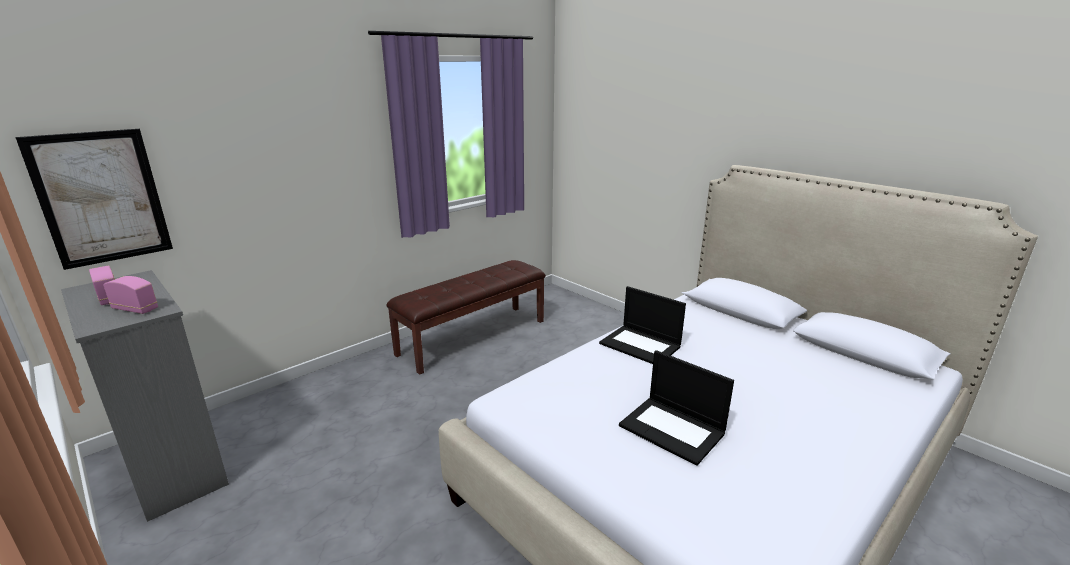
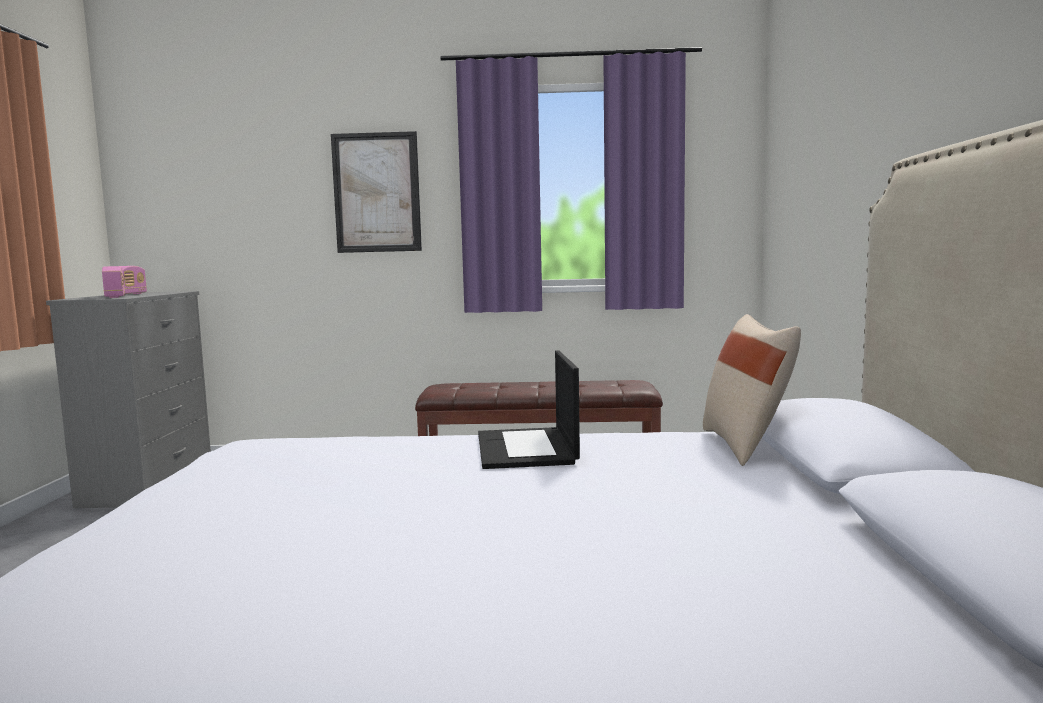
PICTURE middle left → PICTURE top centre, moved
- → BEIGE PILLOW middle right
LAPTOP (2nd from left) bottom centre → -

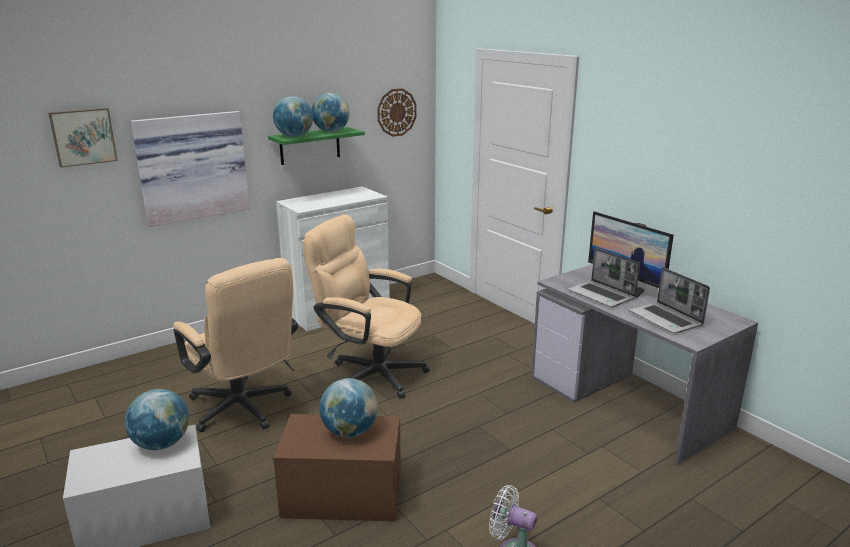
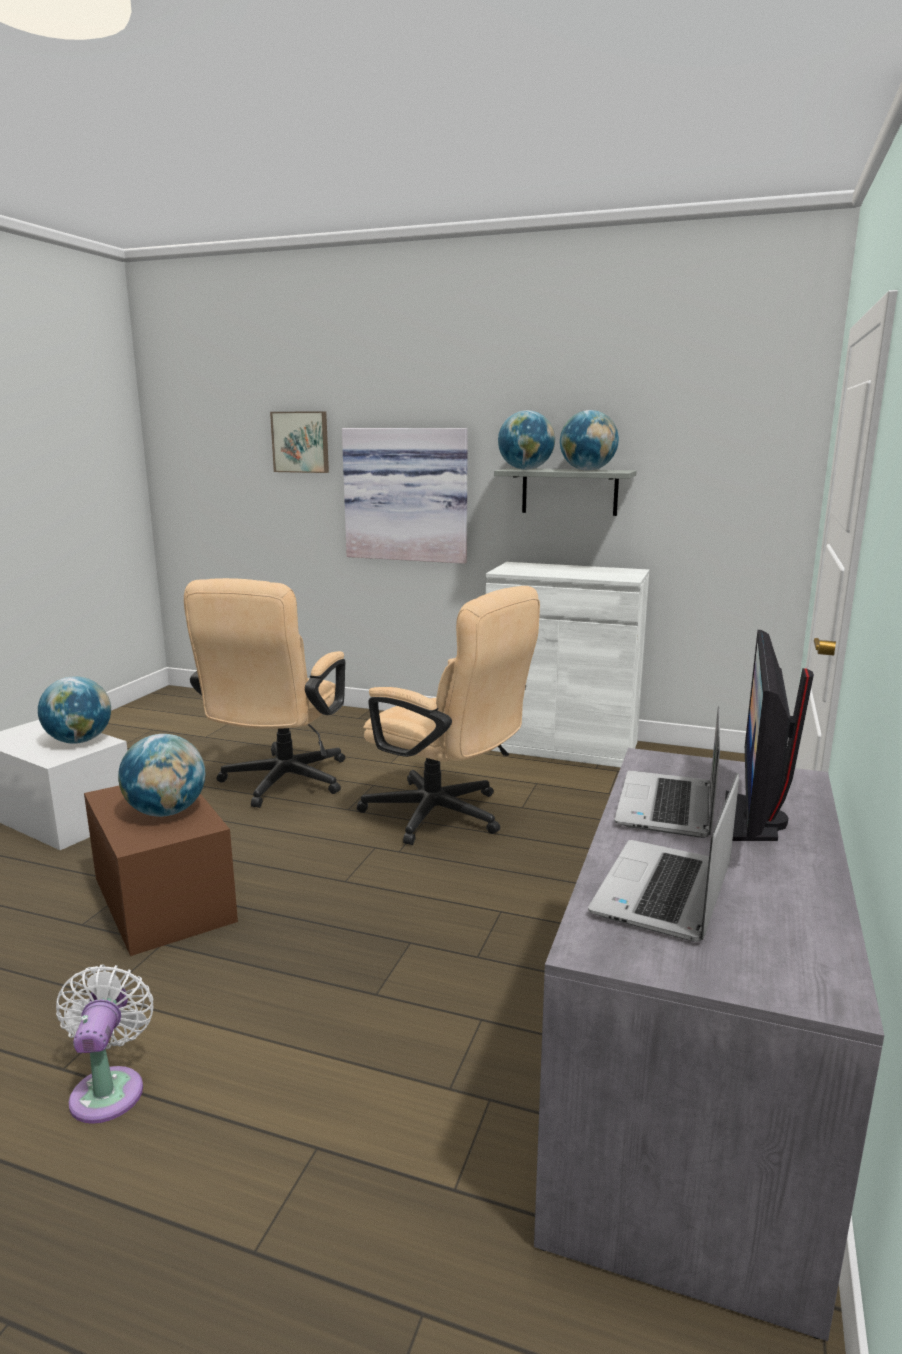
BEIGE OFFICE CHAIR (2nd from left) centre, 135 degrees clockwise
GREEN SHELF top centre → GREY SHELF centre
WALL CLOCK top centre → -

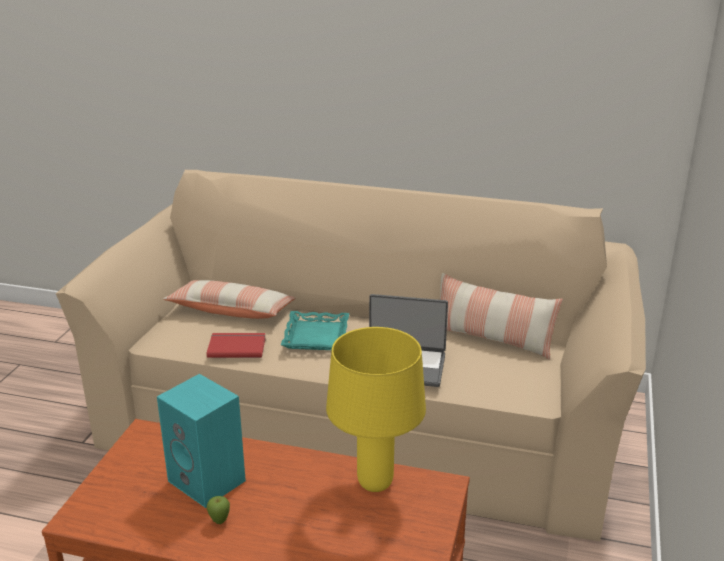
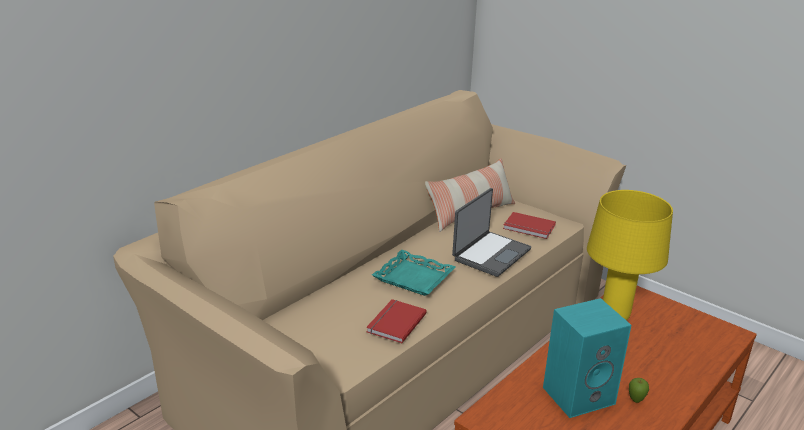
- → RED BOOK (2nd from left) centre
PILLOW (1st from left) middle left → -

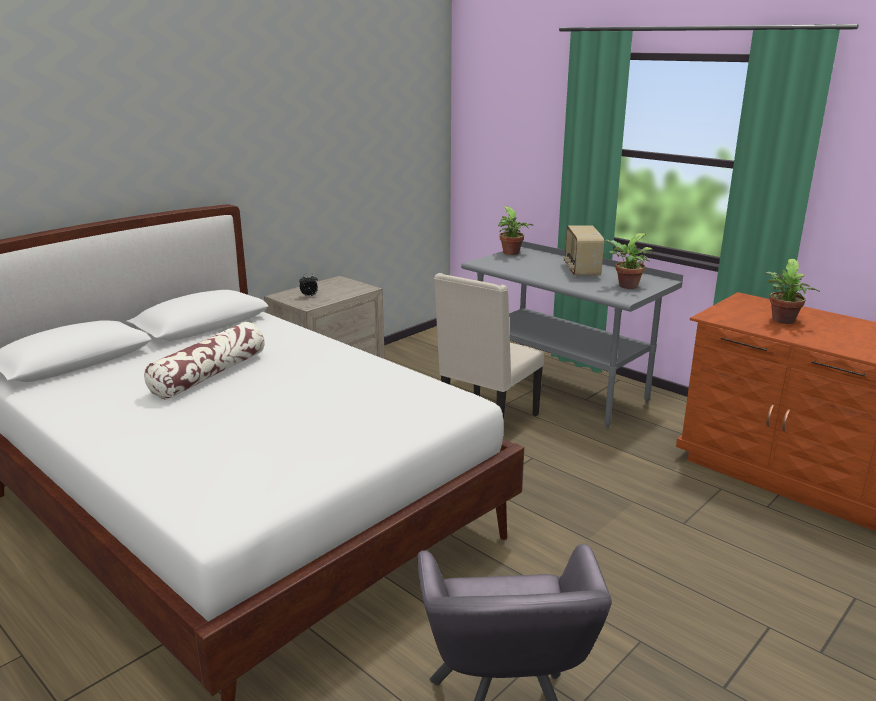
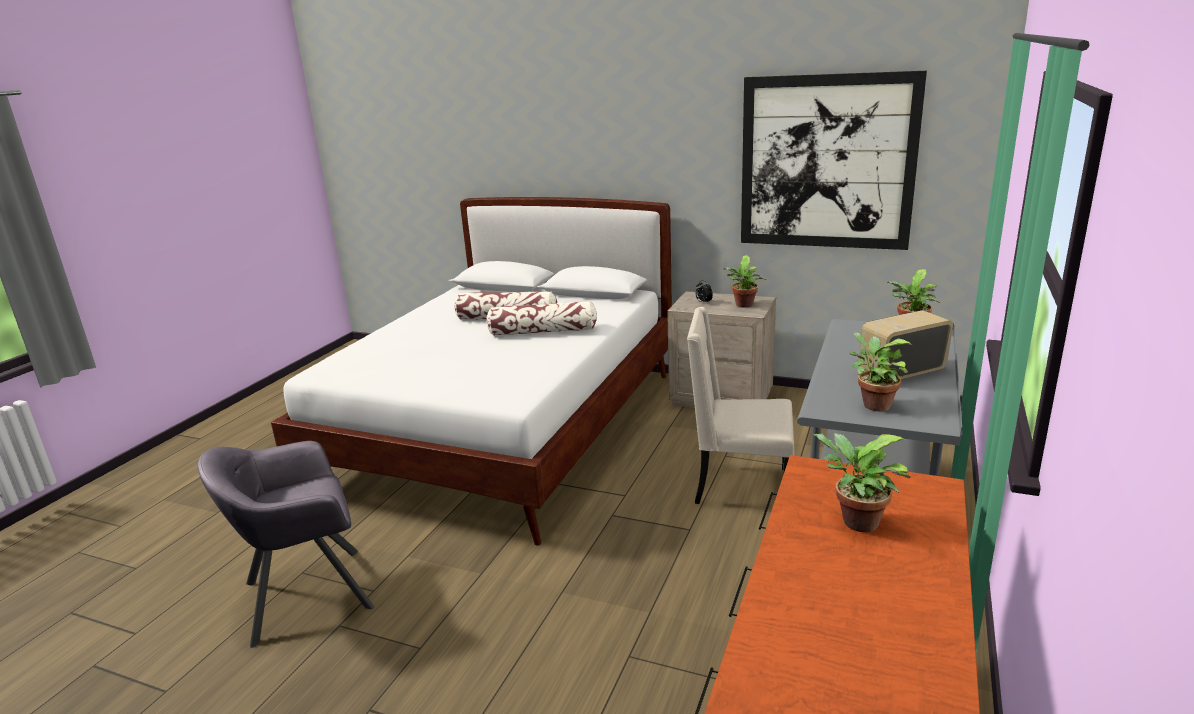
- → PILLOW (2nd from left) centre
- → POTTED PLANT (1st from left) centre
- → PICTURE top right

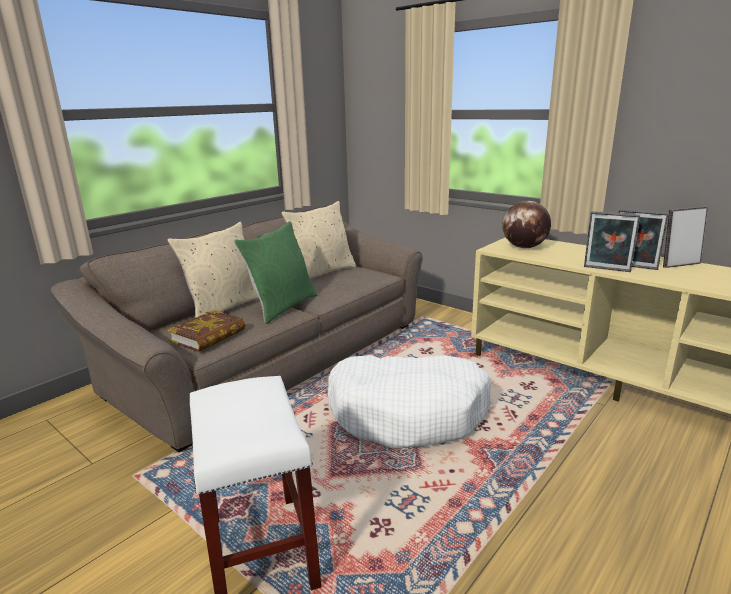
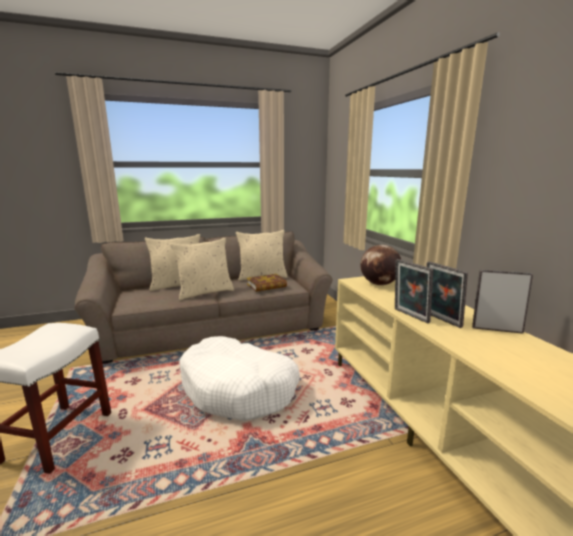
GREEN PILLOW centre → BEIGE PILLOW (2nd from left) centre
BOOK middle left → BOOK centre, moved

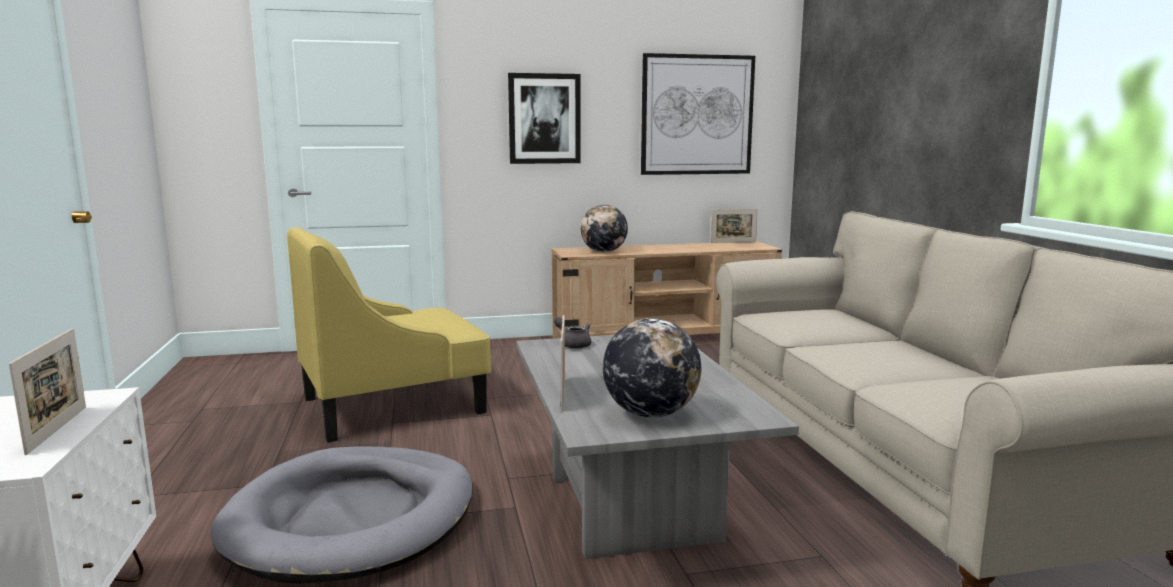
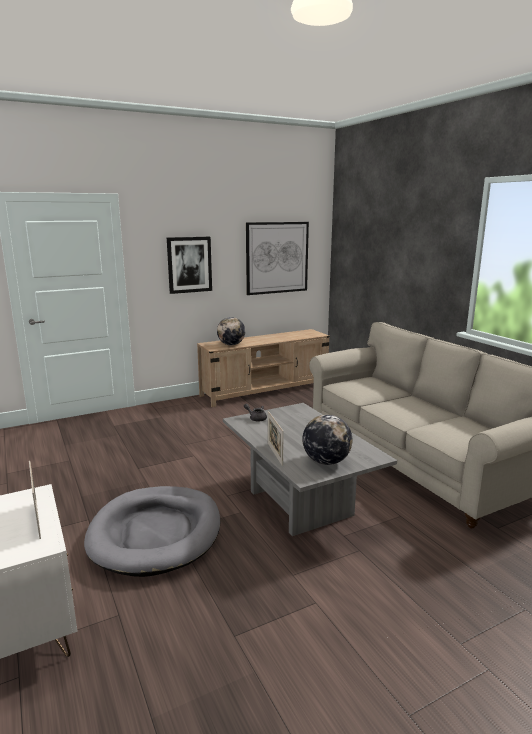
YELLOW ARMCHAIR middle left → -
PICTURE FRAME (3rd from left) centre → -

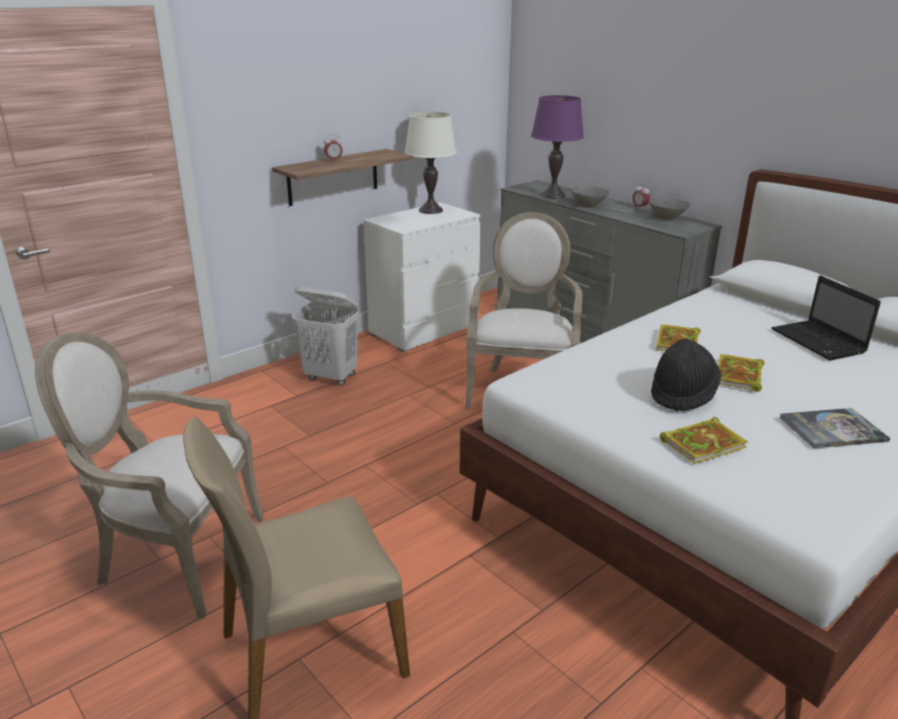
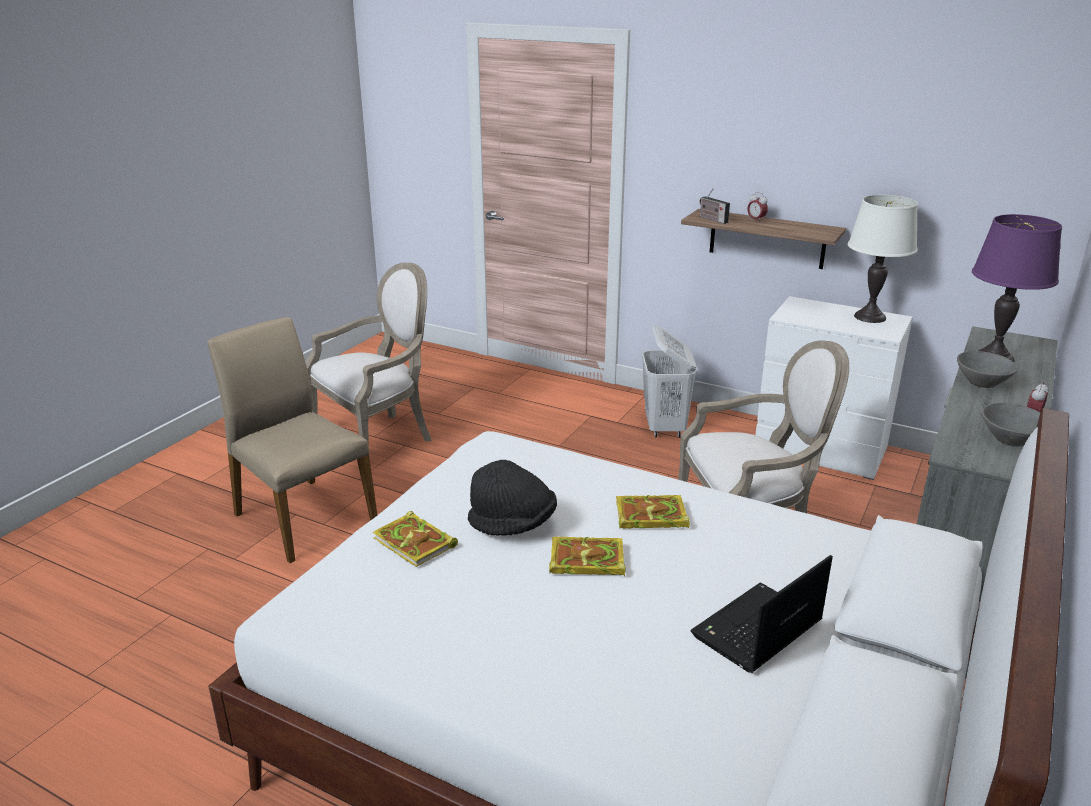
ARMCHAIR (1st from left) middle left → ARMCHAIR (1st from left) centre, 60 degrees clockwise
- → RADIO top centre
BOOK (4th from left) middle right → -

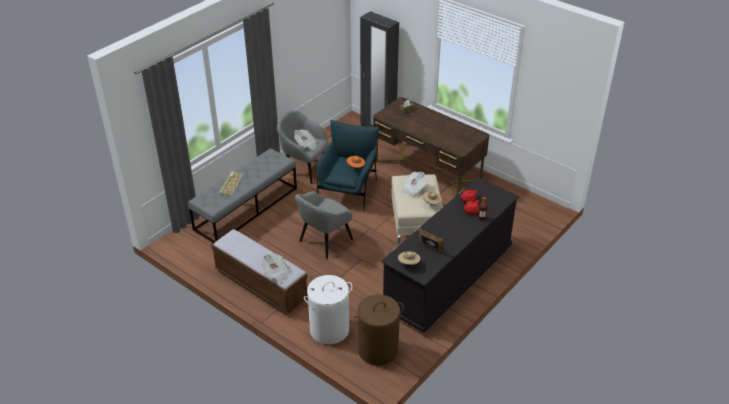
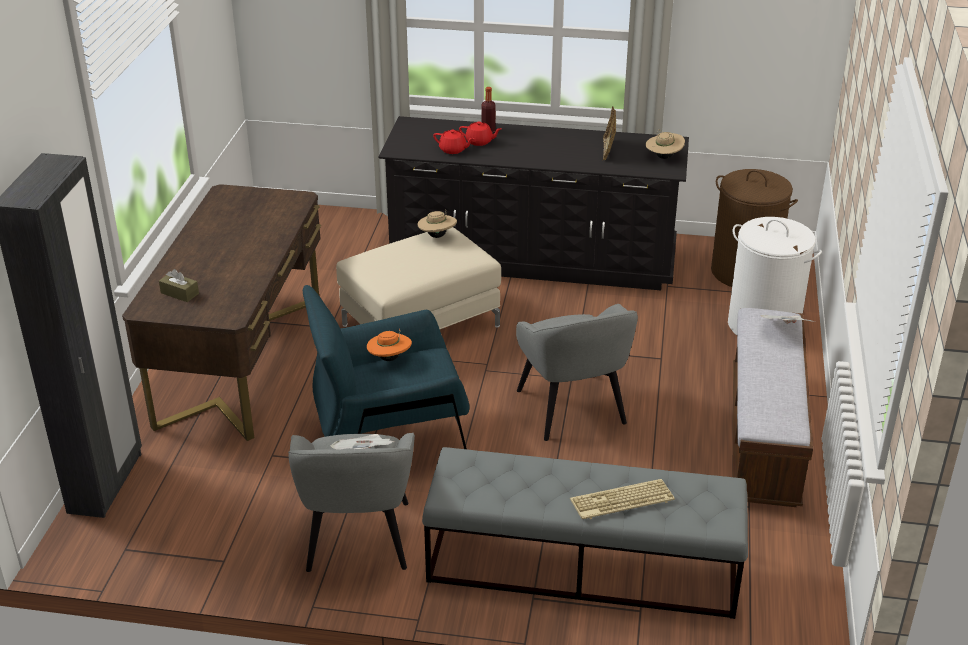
GREY ARMCHAIR (2nd from left) centre, 60 degrees clockwise
NEWSPAPER (3rd from left) centre → -

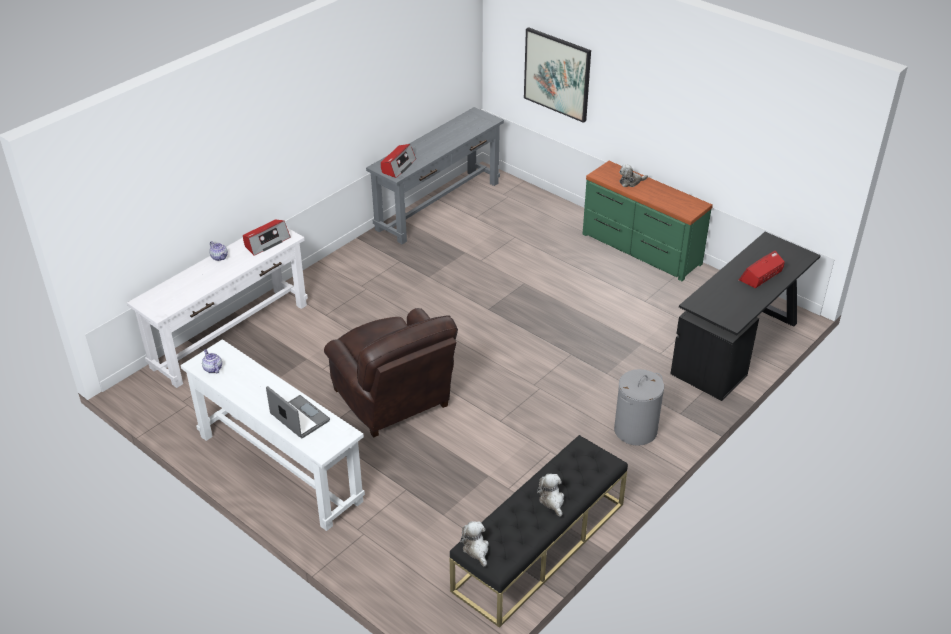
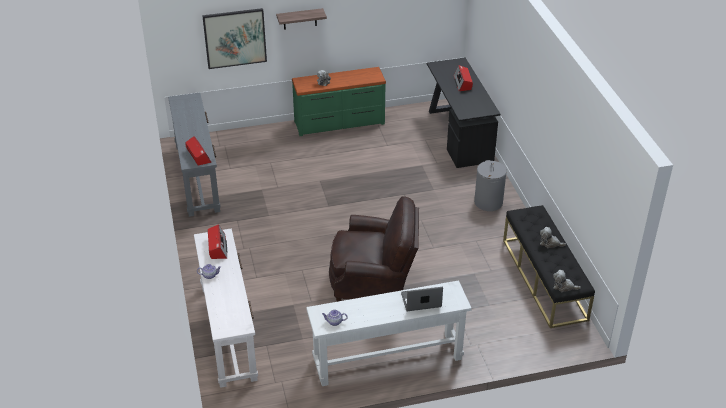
- → SHELF top centre

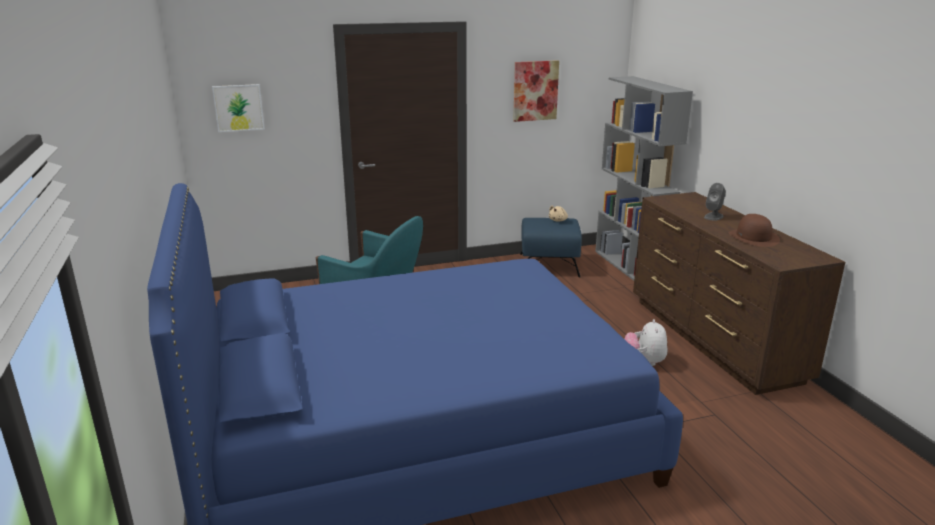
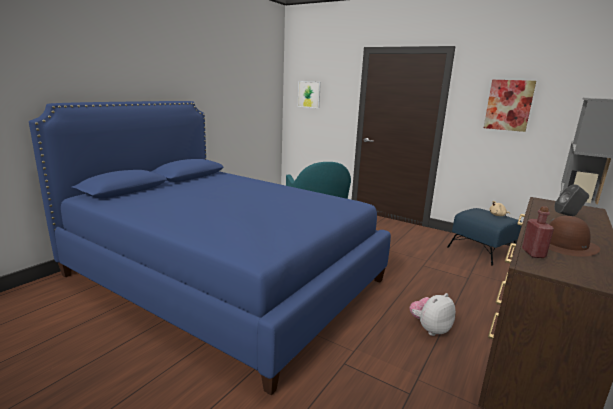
- → RED BOTTLE middle right

